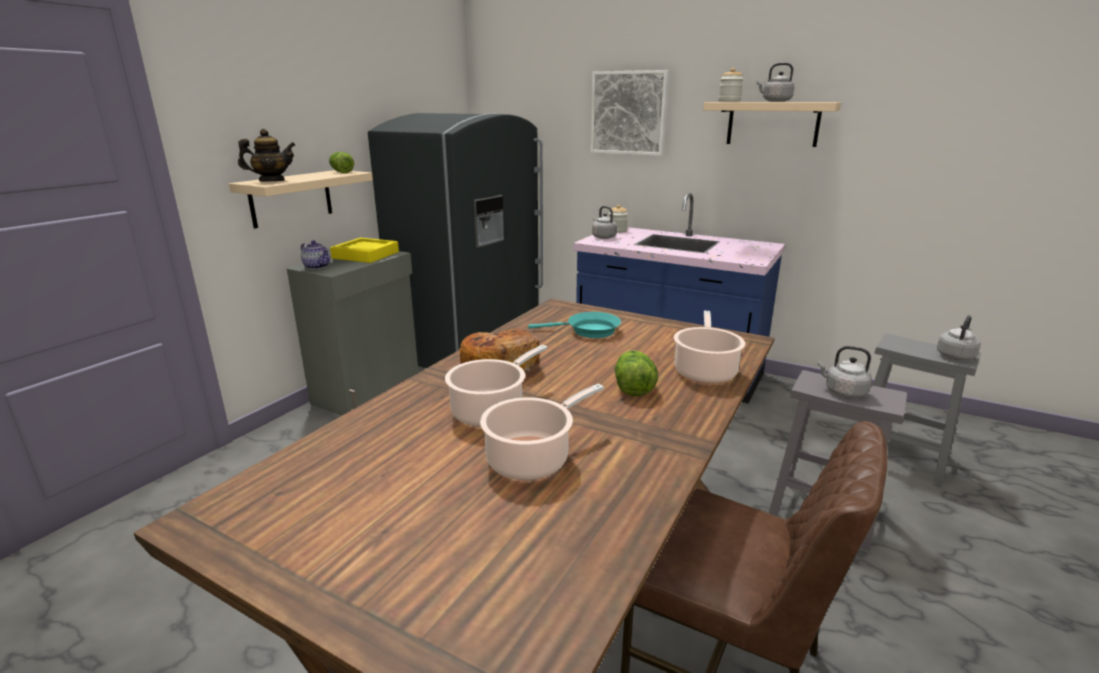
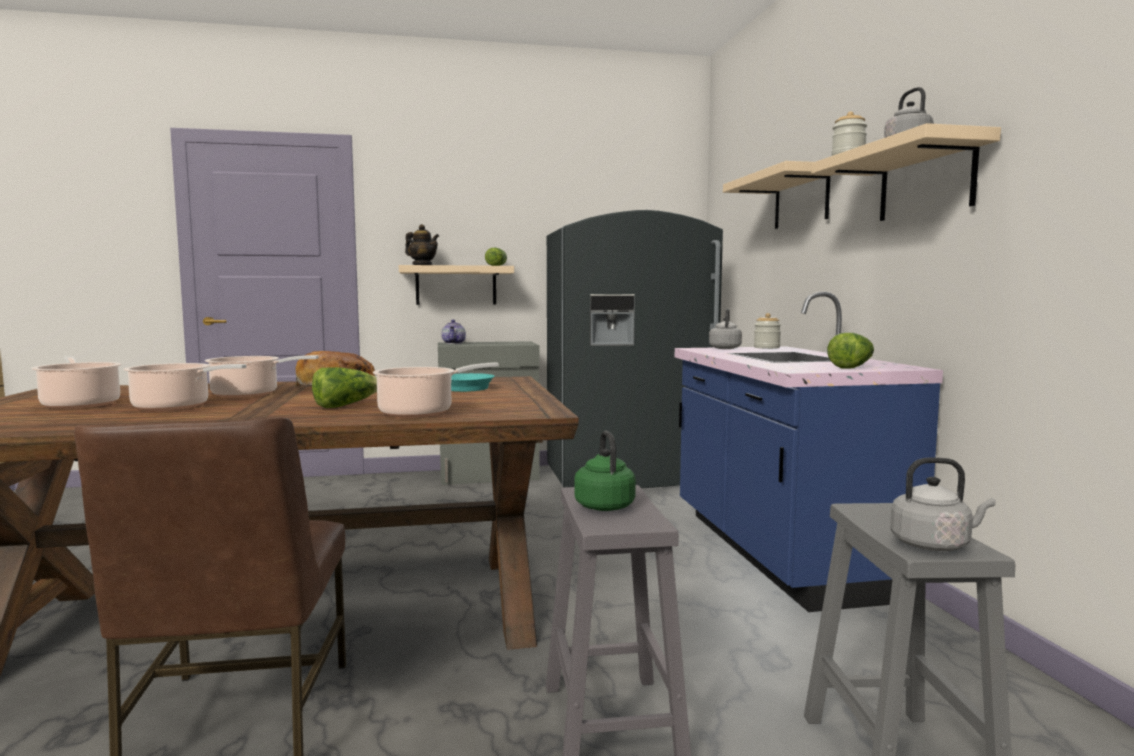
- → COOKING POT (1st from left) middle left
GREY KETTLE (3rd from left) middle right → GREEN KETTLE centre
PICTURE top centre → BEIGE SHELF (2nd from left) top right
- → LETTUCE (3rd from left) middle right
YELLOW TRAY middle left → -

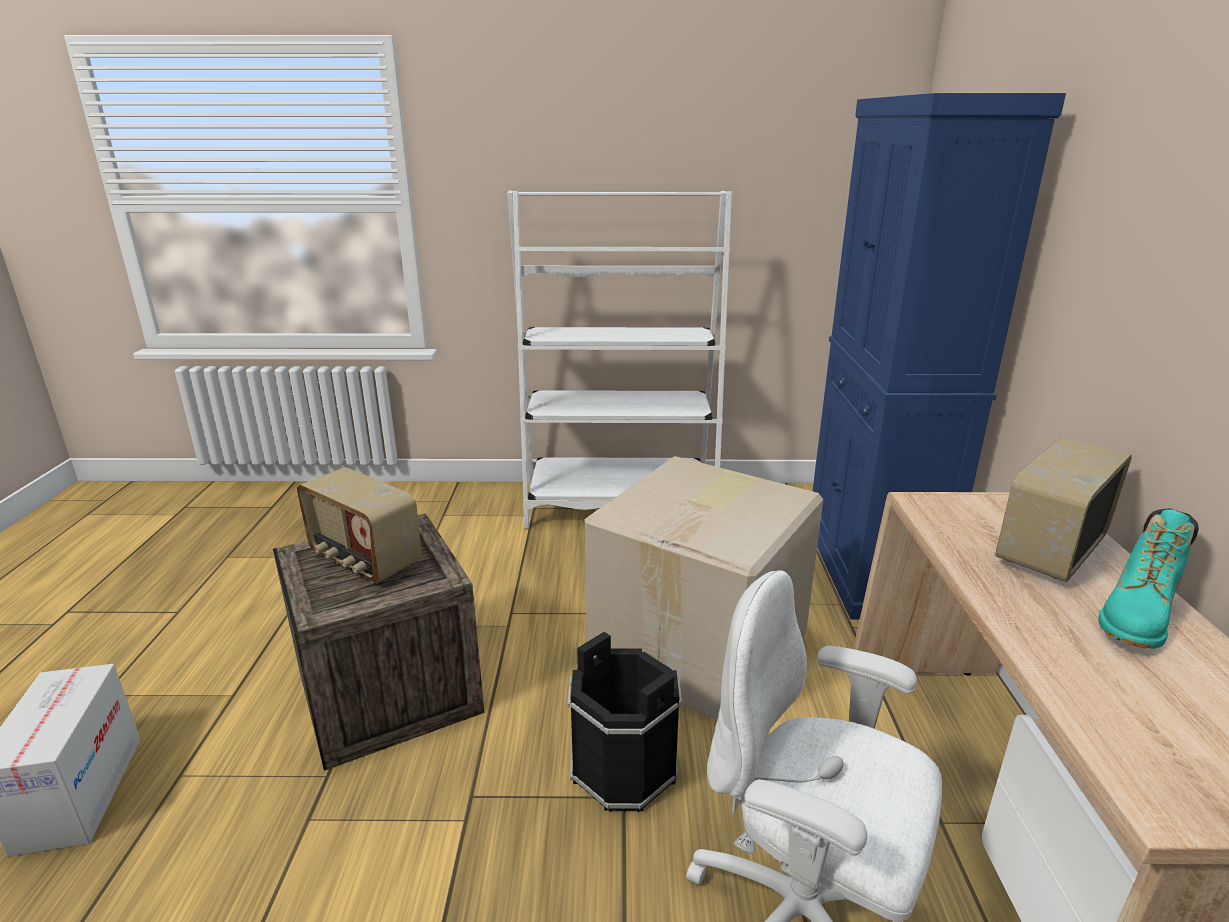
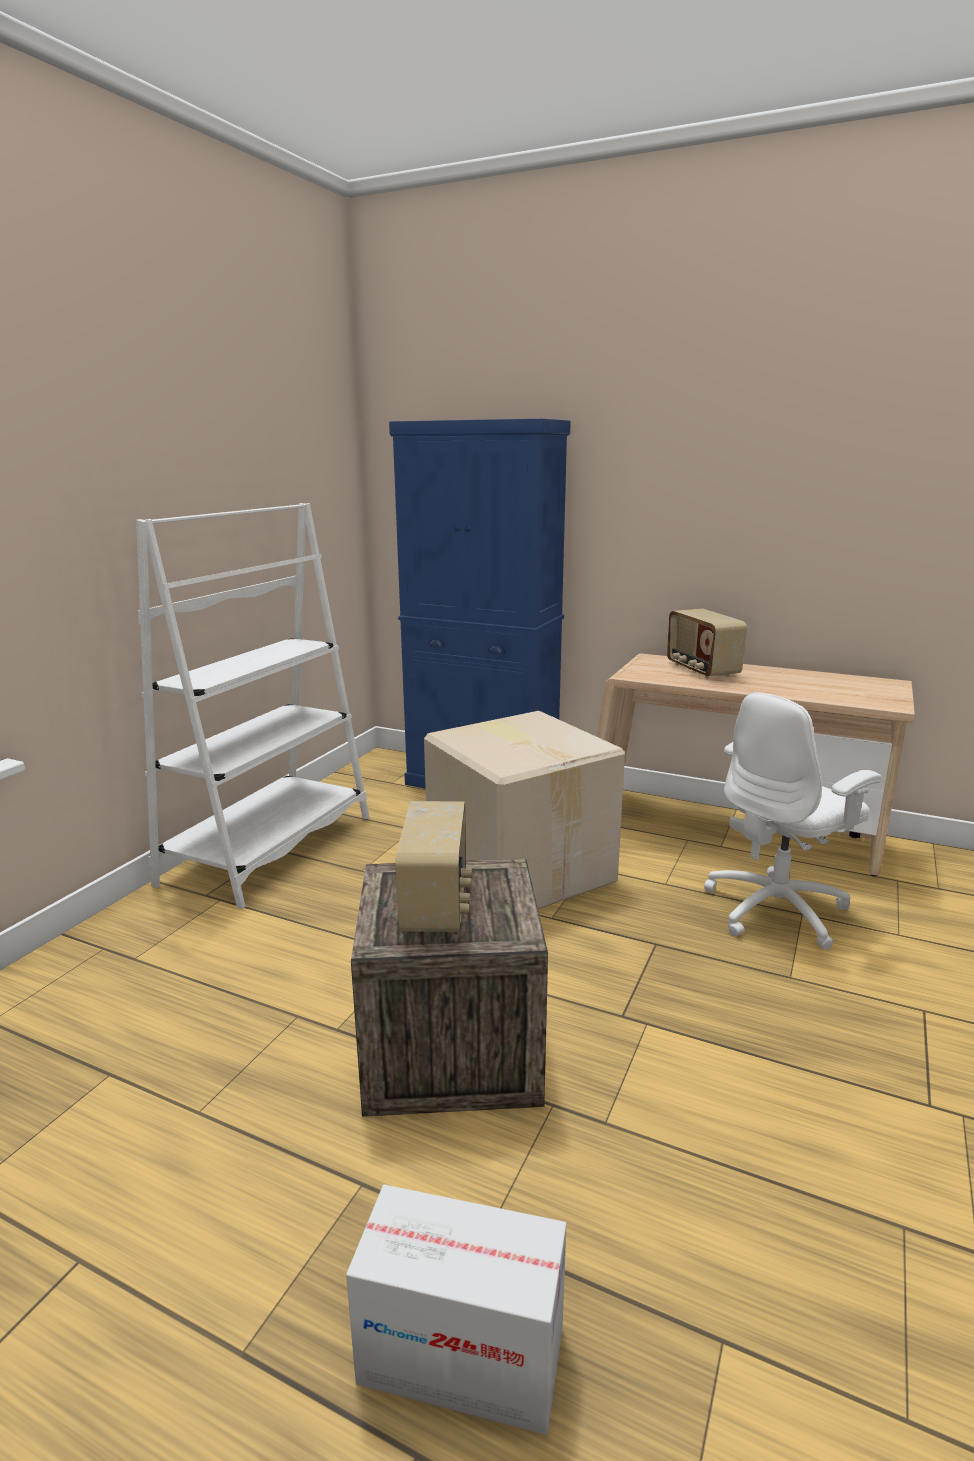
RADIO (1st from left) middle left → RADIO (1st from left) centre, 60 degrees counterclockwise
BLACK BUCKET bottom centre → -
TURQUOISE BOOT middle right → -

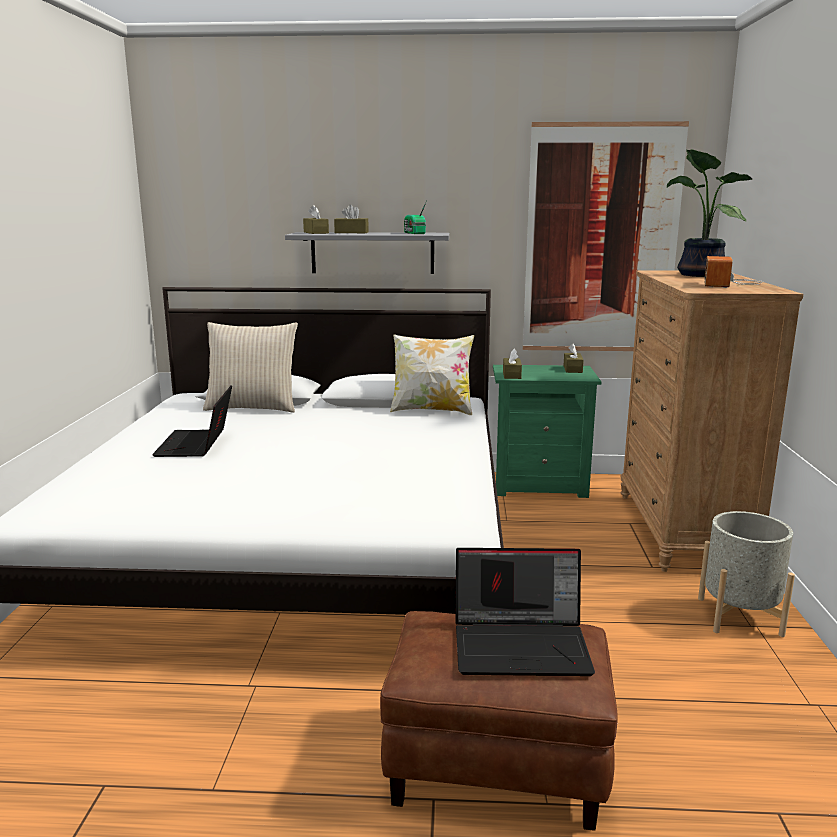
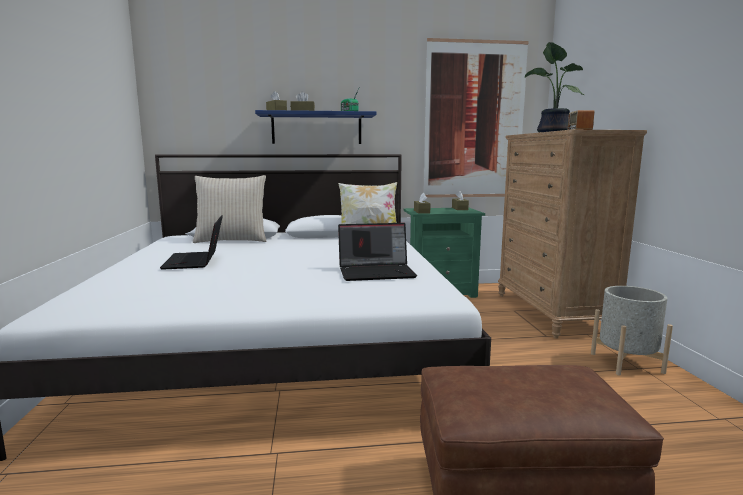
GREY SHELF top centre → BLUE SHELF top centre
LAPTOP (2nd from left) bottom centre → LAPTOP (2nd from left) centre, moved

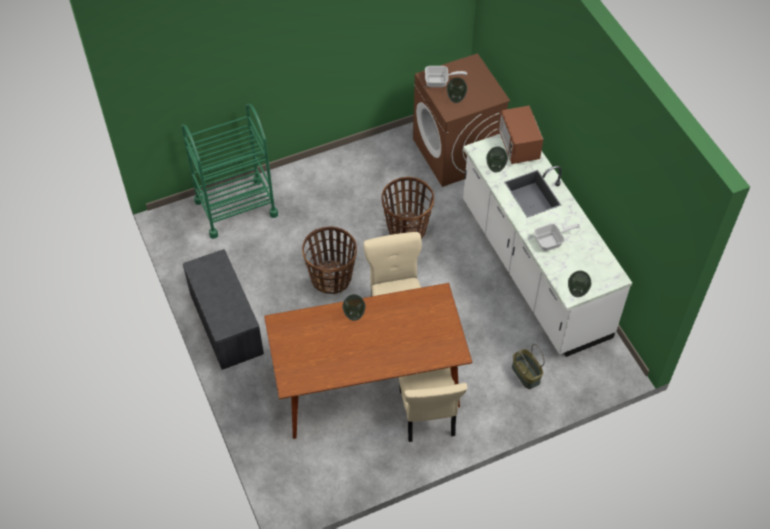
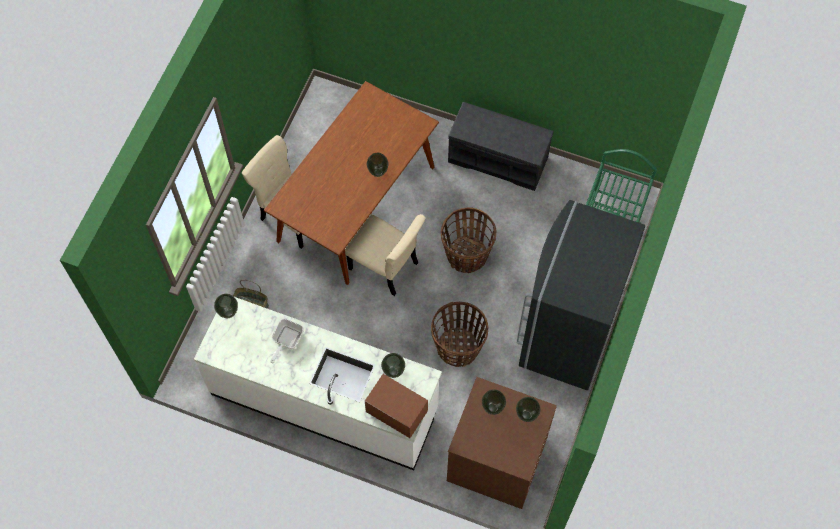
FRYING PAN (1st from left) top centre → VASE (5th from left) bottom centre
- → GREY FRIDGE middle right

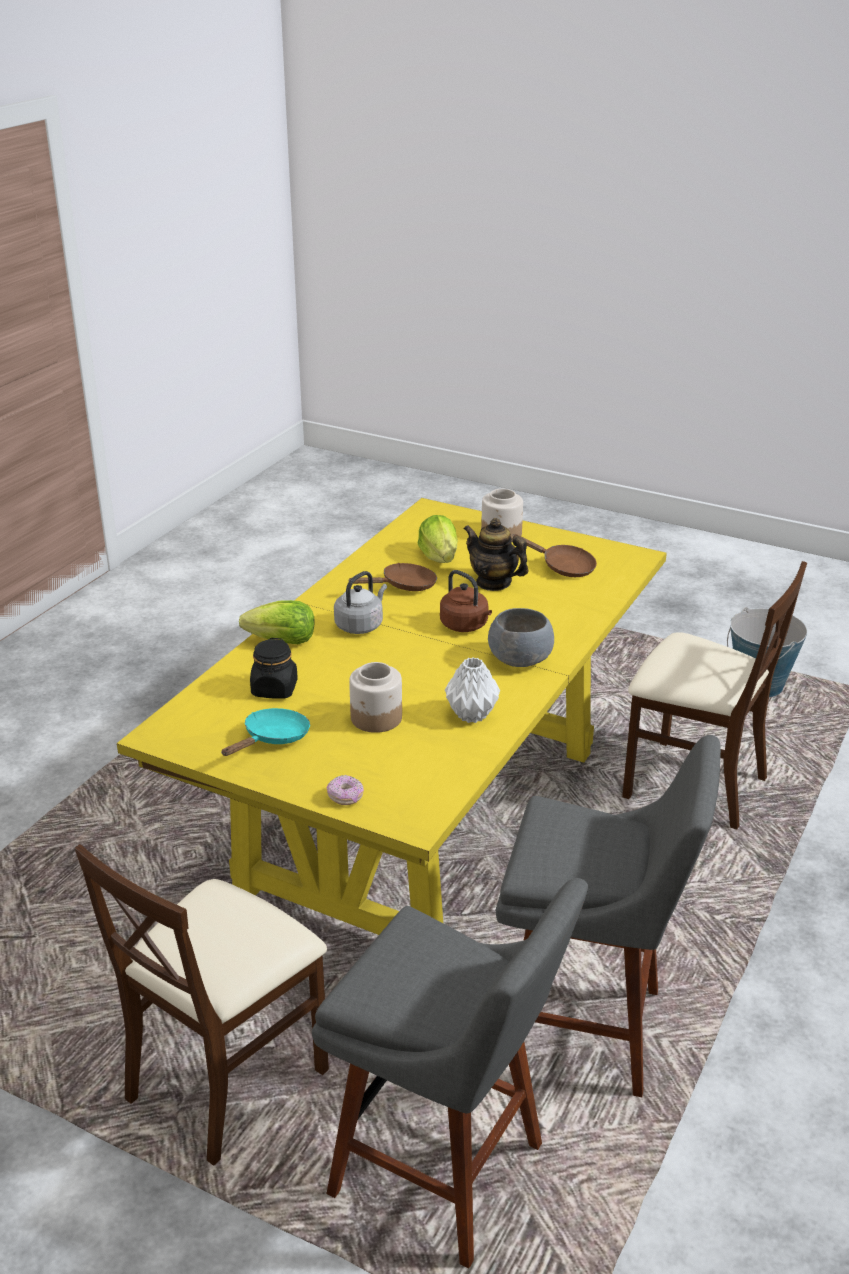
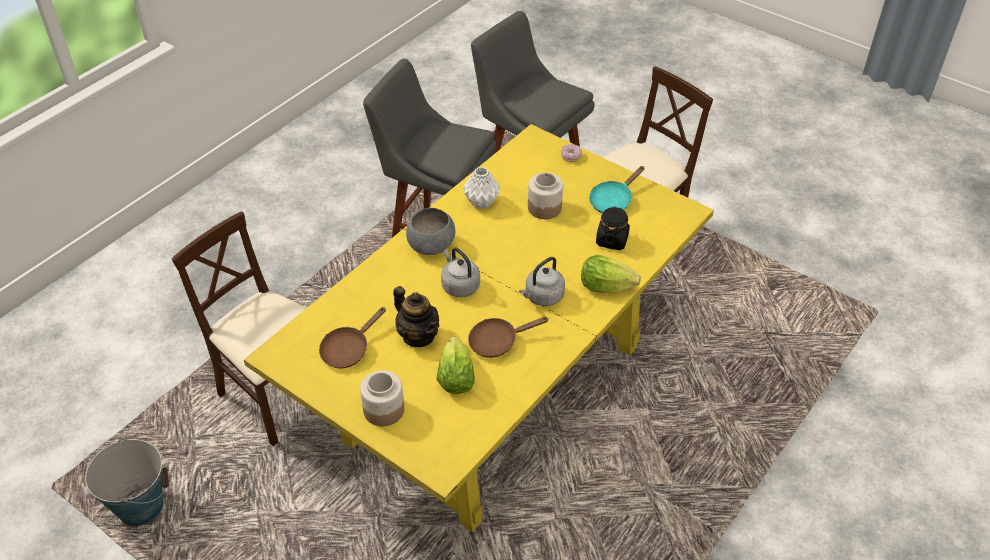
BROWN FRYING PAN (2nd from left in the first image) centre → BROWN FRYING PAN (1st from left) centre, 90 degrees counterclockwise
BROWN KETTLE centre → GREY KETTLE (1st from left) centre

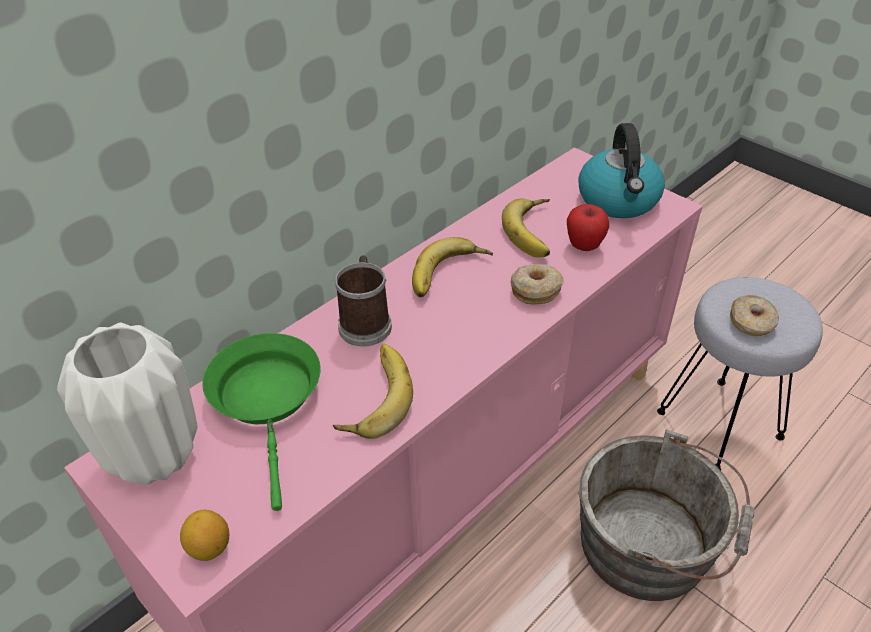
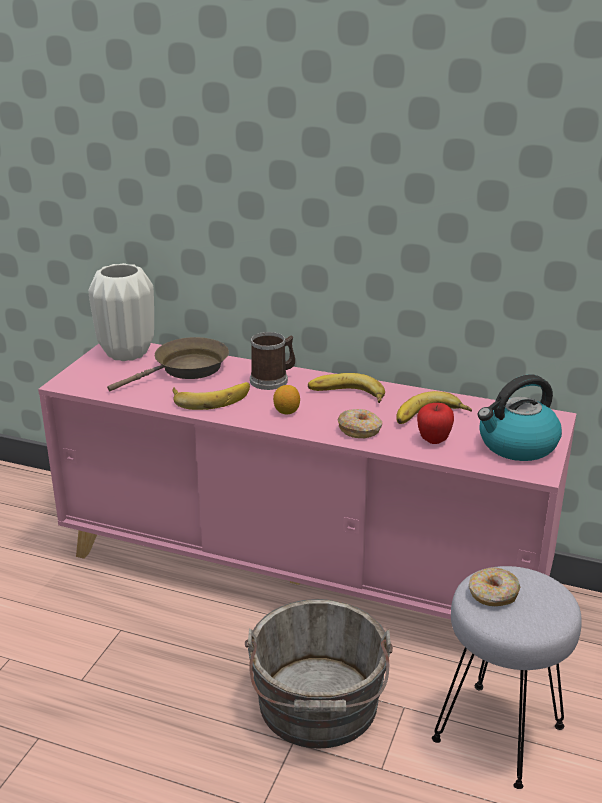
GREEN FRYING PAN bottom left → BROWN FRYING PAN middle left
LEMON bottom left → LEMON centre, moved

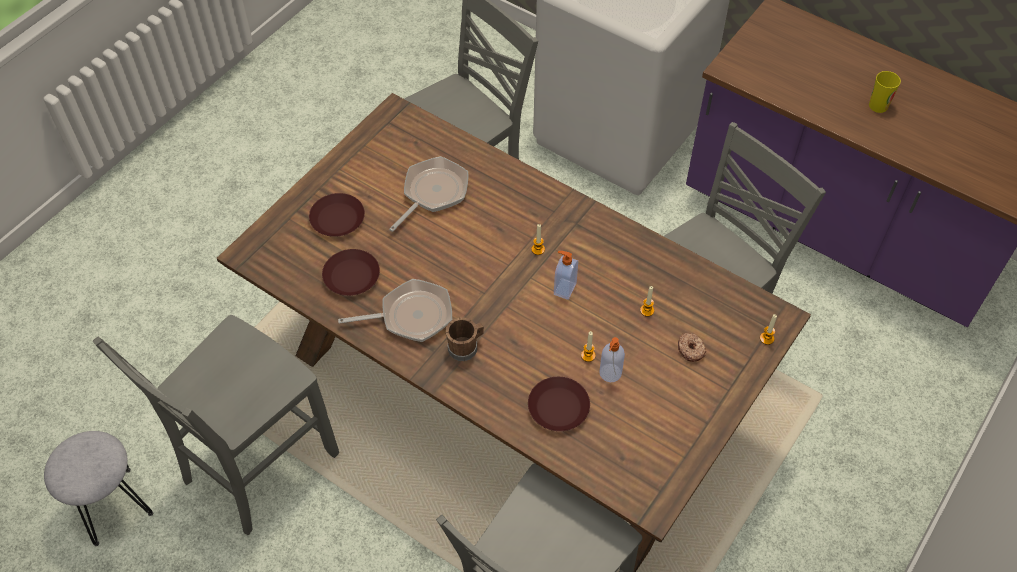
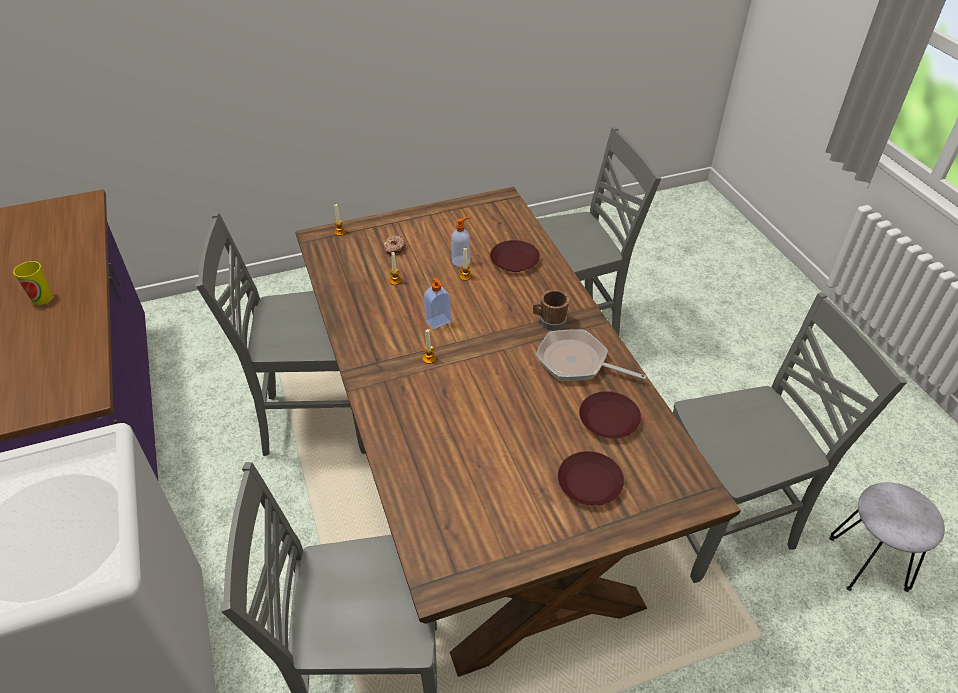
FRYING PAN (2nd from left) centre → -

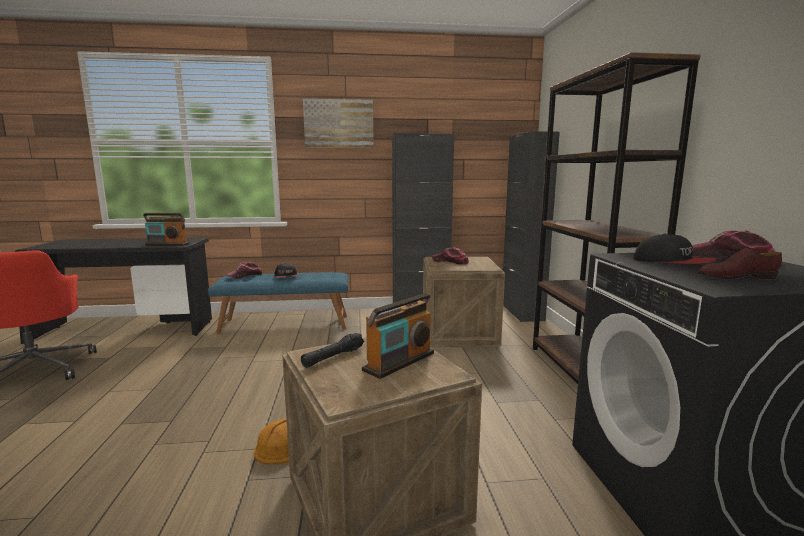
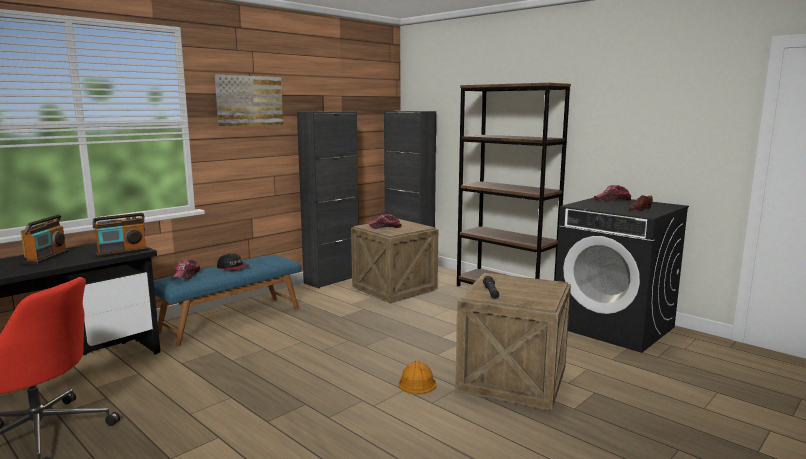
RADIO (2nd from left in the first image) centre → RADIO (1st from left) middle left, moved
CAP (4th from left) middle right → -

